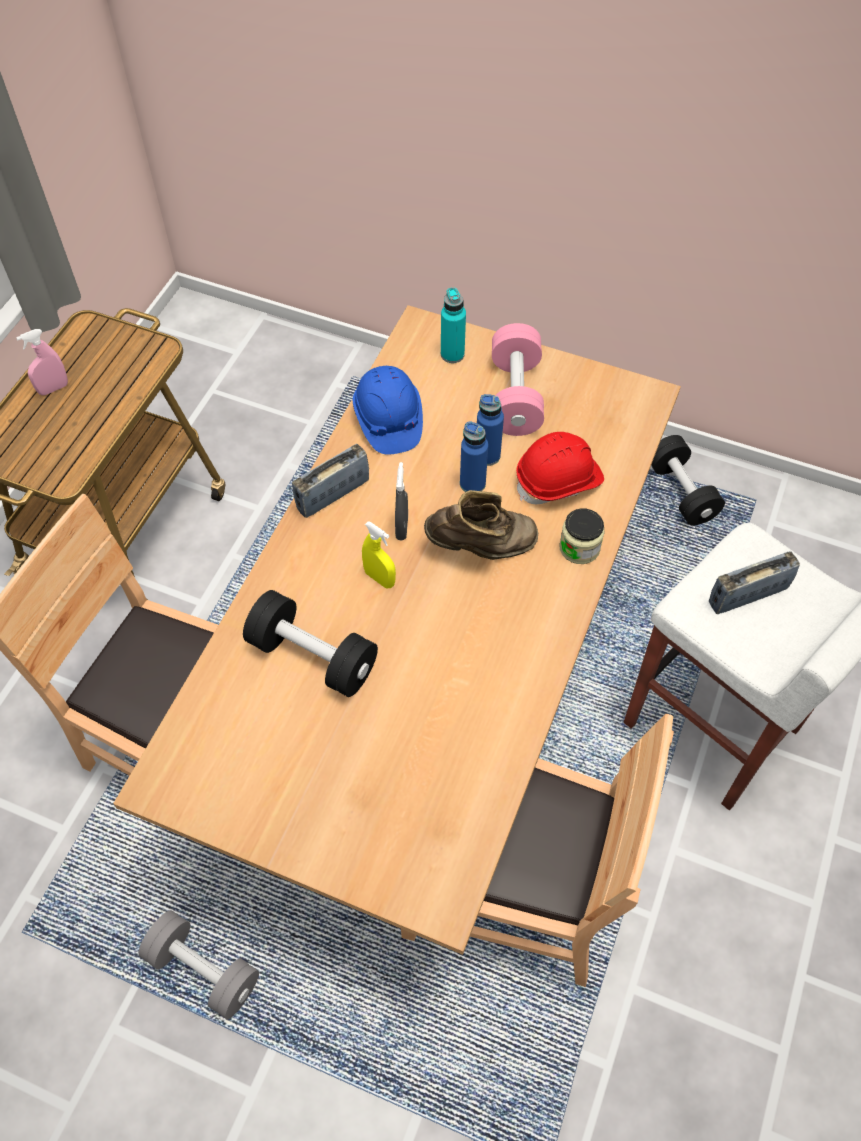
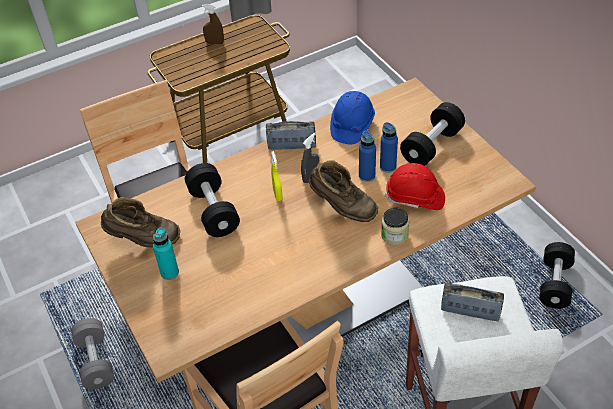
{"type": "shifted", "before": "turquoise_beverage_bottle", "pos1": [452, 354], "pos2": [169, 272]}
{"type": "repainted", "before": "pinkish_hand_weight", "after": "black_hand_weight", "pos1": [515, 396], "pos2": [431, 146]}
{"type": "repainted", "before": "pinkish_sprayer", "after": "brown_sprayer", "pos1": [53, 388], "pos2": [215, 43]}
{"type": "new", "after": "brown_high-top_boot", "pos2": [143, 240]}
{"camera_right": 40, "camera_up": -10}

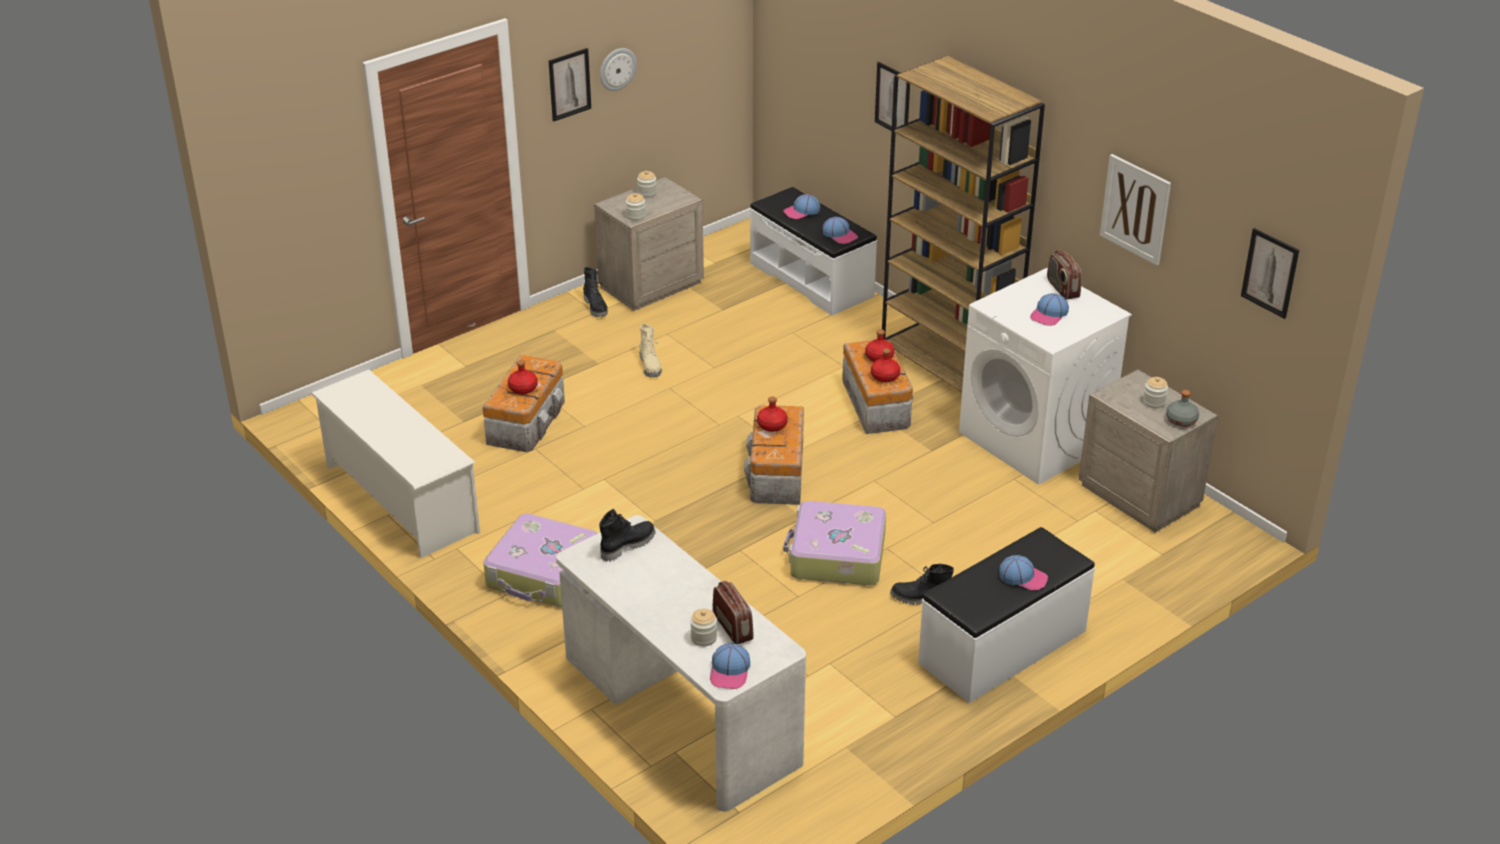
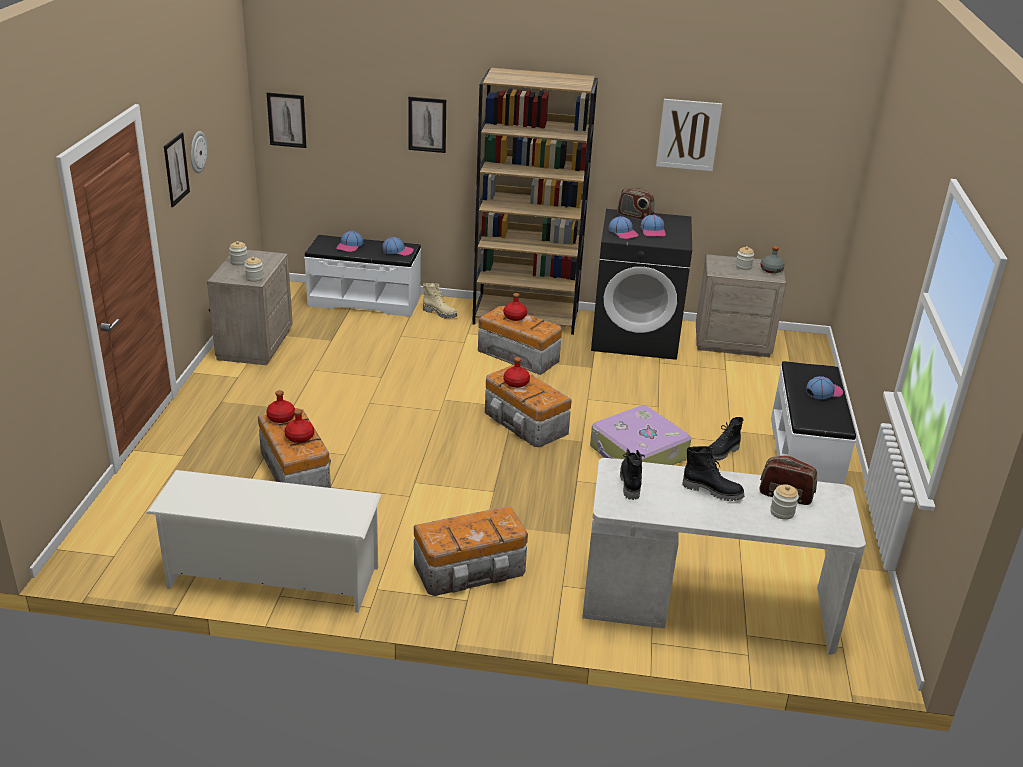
{"type": "shifted", "before": "wall_art", "pos1": [1270, 273], "pos2": [287, 120]}
{"type": "shifted", "before": "black_high-top_boot", "pos1": [596, 307], "pos2": [712, 491]}
{"type": "repainted", "before": "whitish_laundry_appliance", "after": "black_laundry_appliance", "pos1": [1036, 439], "pos2": [635, 336]}
{"type": "shifted", "before": "beige-coloured_high-top_boot", "pos1": [650, 366], "pos2": [440, 313]}
{"type": "shifted", "before": "reddish_beverage_bottle", "pos1": [884, 376], "pos2": [281, 418]}
{"type": "swapped", "before": "piece_of_luggage", "after": "storage_container", "pos1": [543, 573], "pos2": [471, 569]}
{"type": "shifted", "before": "cap", "pos1": [730, 671], "pos2": [623, 233]}
{"camera_right": -45, "camera_up": -5}

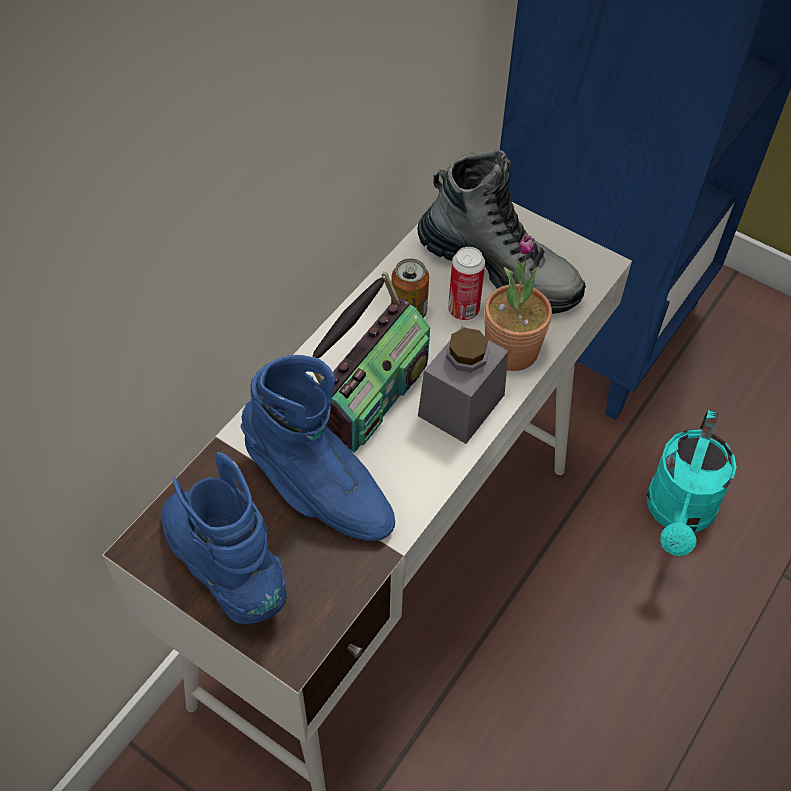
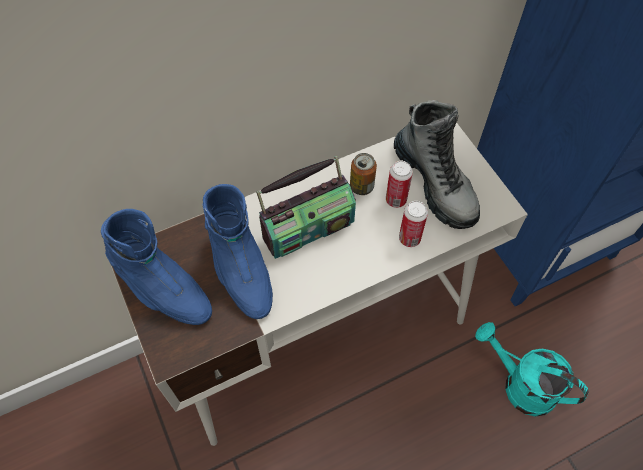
{"type": "swapped", "before": "houseplant", "after": "can", "pos1": [511, 350], "pos2": [409, 238]}
{"type": "gone", "before": "greyish_jar", "pos1": [461, 405]}
{"type": "rotated", "before": "turquoise_watering_pot", "pos1": [678, 514], "pos2": [520, 385], "turn": 75}
{"type": "rotated", "before": "blue_high-top_boot", "pos1": [226, 566], "pos2": [163, 291], "turn": 135}
{"camera_right": 30, "camera_up": 5}

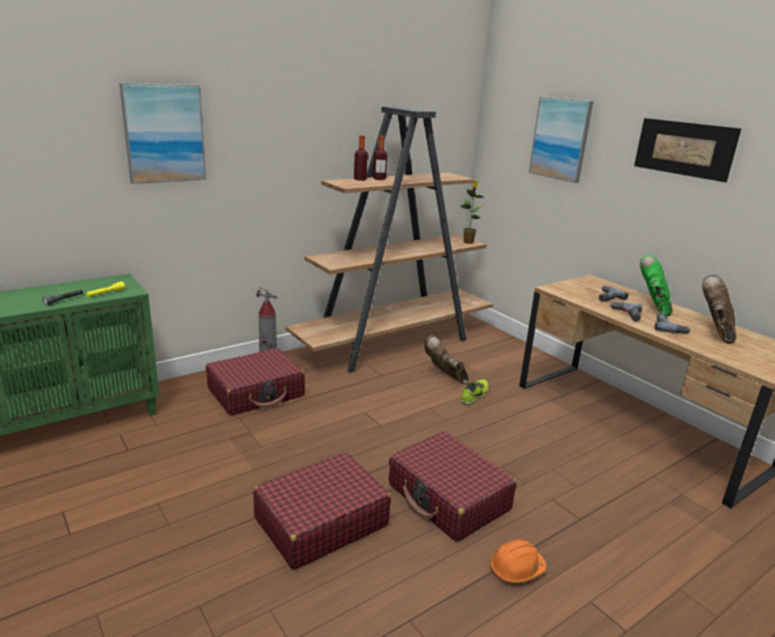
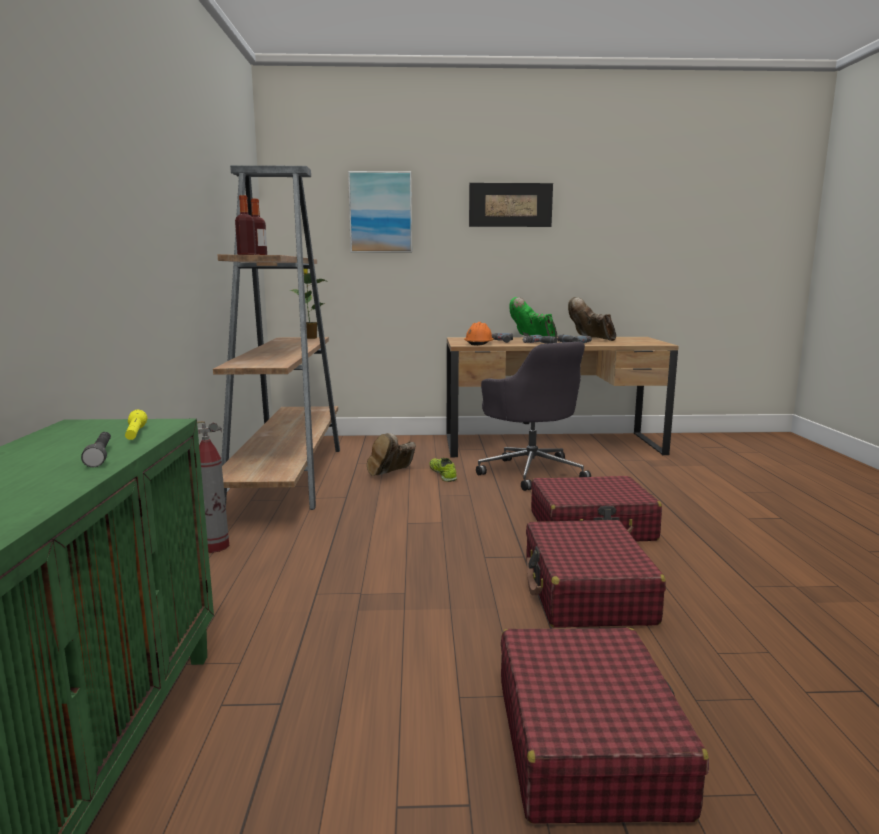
{"type": "gone", "before": "wall_art", "pos1": [164, 133]}
{"type": "rotated", "before": "brown_high-top_boot", "pos1": [445, 376], "pos2": [392, 475], "turn": -45}
{"type": "shifted", "before": "reddish_piece_of_luggage", "pos1": [256, 392], "pos2": [587, 743]}
{"type": "shifted", "before": "orange_hard_hat", "pos1": [516, 569], "pos2": [479, 344]}
{"type": "new", "after": "greyish_desk_chair", "pos2": [531, 471]}
{"camera_right": -55, "camera_up": -10}

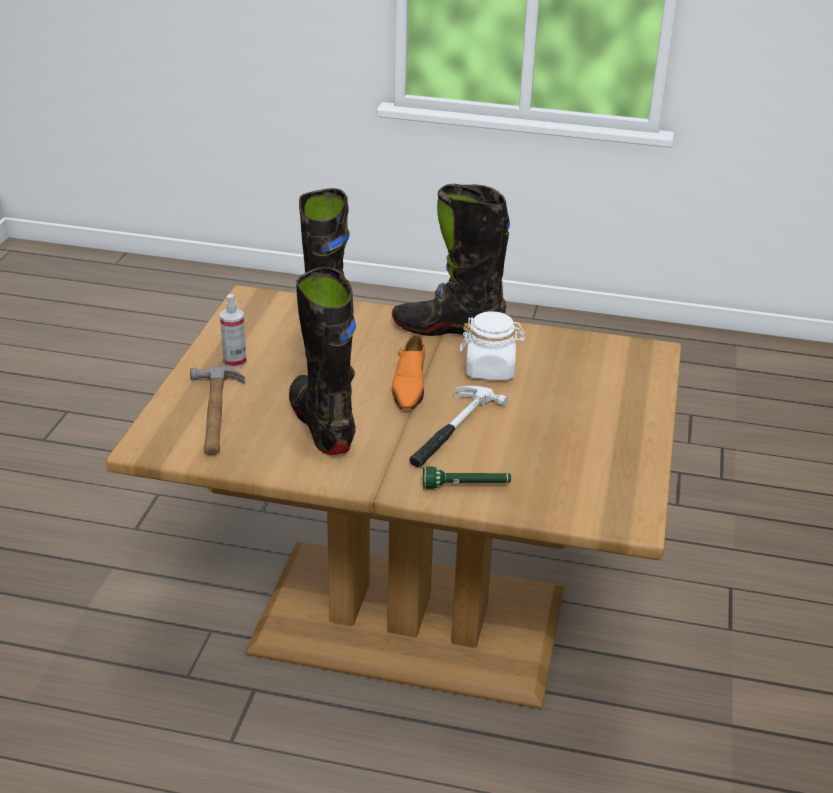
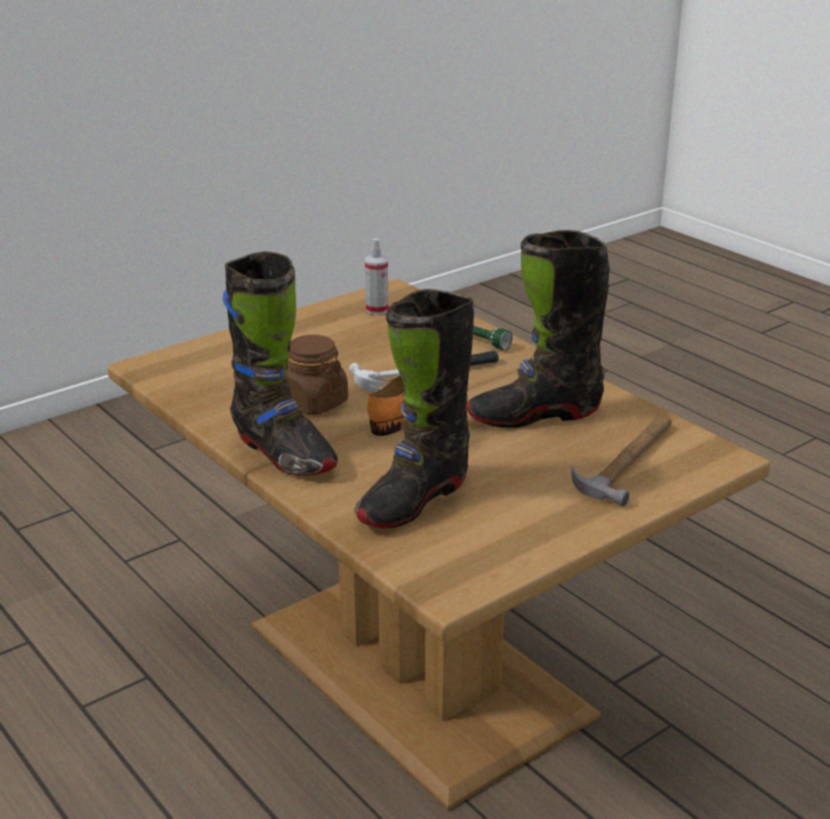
{"type": "rotated", "before": "black_high-top_boot", "pos1": [322, 425], "pos2": [534, 415], "turn": 60}
{"type": "shifted", "before": "sprayer", "pos1": [235, 362], "pos2": [377, 310]}
{"type": "repainted", "before": "whitish_jar", "after": "brown_jar", "pos1": [490, 370], "pos2": [313, 402]}
{"camera_right": -140, "camera_up": -5}

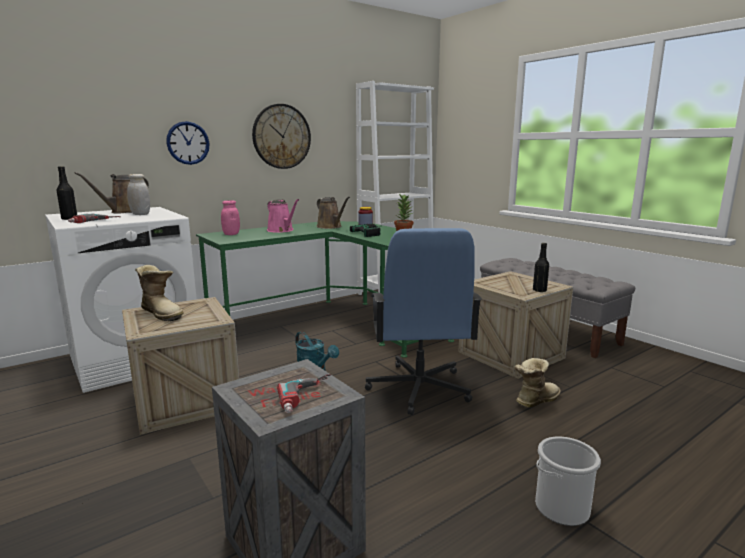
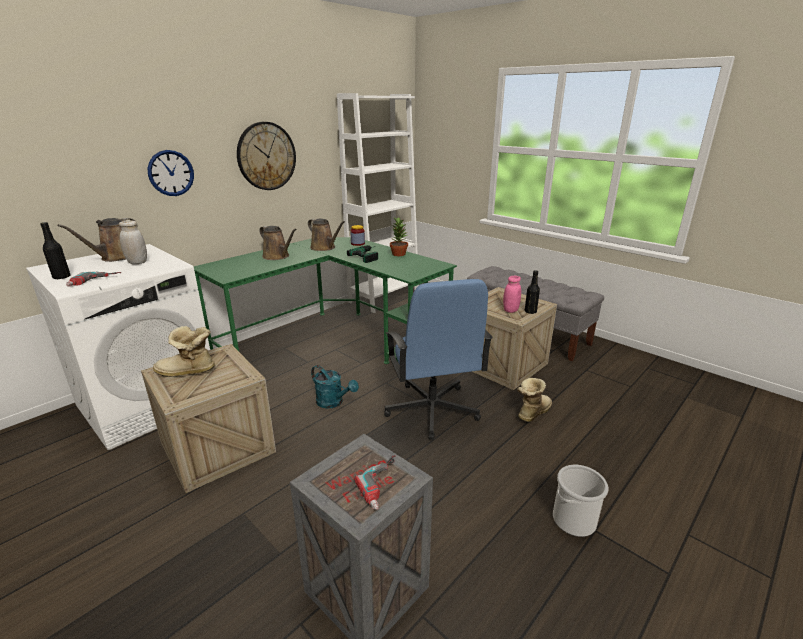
{"type": "repainted", "before": "pinkish_watering_pot", "after": "brown_watering_pot", "pos1": [281, 230], "pos2": [277, 256]}
{"type": "shifted", "before": "pinkish_jar", "pos1": [231, 234], "pos2": [510, 310]}
{"type": "rotated", "before": "high-top_boot", "pos1": [162, 313], "pos2": [187, 372], "turn": 150}
{"camera_right": -10, "camera_up": 10}

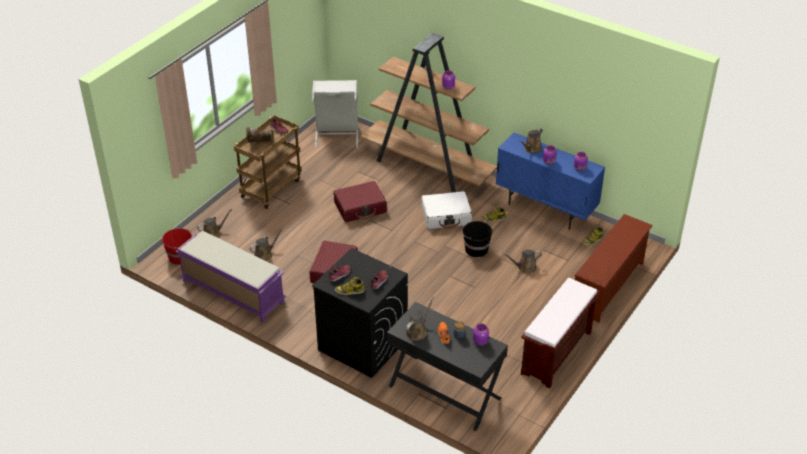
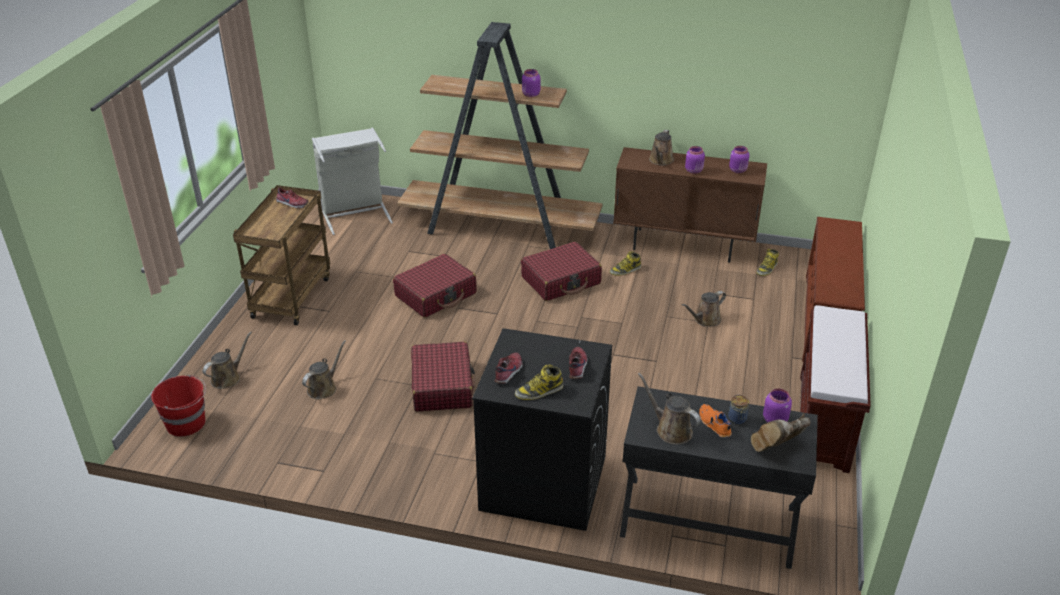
{"type": "shifted", "before": "brown_high-top_boot", "pos1": [259, 144], "pos2": [777, 448]}
{"type": "repainted", "before": "blue_storage_cabinet", "after": "brown_storage_cabinet", "pos1": [545, 209], "pos2": [683, 246]}
{"type": "repainted", "before": "whitish_piece_of_luggage", "after": "reddish_piece_of_luggage", "pos1": [446, 216], "pos2": [561, 280]}
{"type": "gone", "before": "black_pail", "pos1": [475, 249]}
{"type": "gone", "before": "purplish_bench", "pos1": [232, 291]}
{"type": "rotated", "before": "brown_watering_pot", "pos1": [417, 331], "pos2": [671, 429], "turn": -60}
{"camera_right": -20, "camera_up": -5}

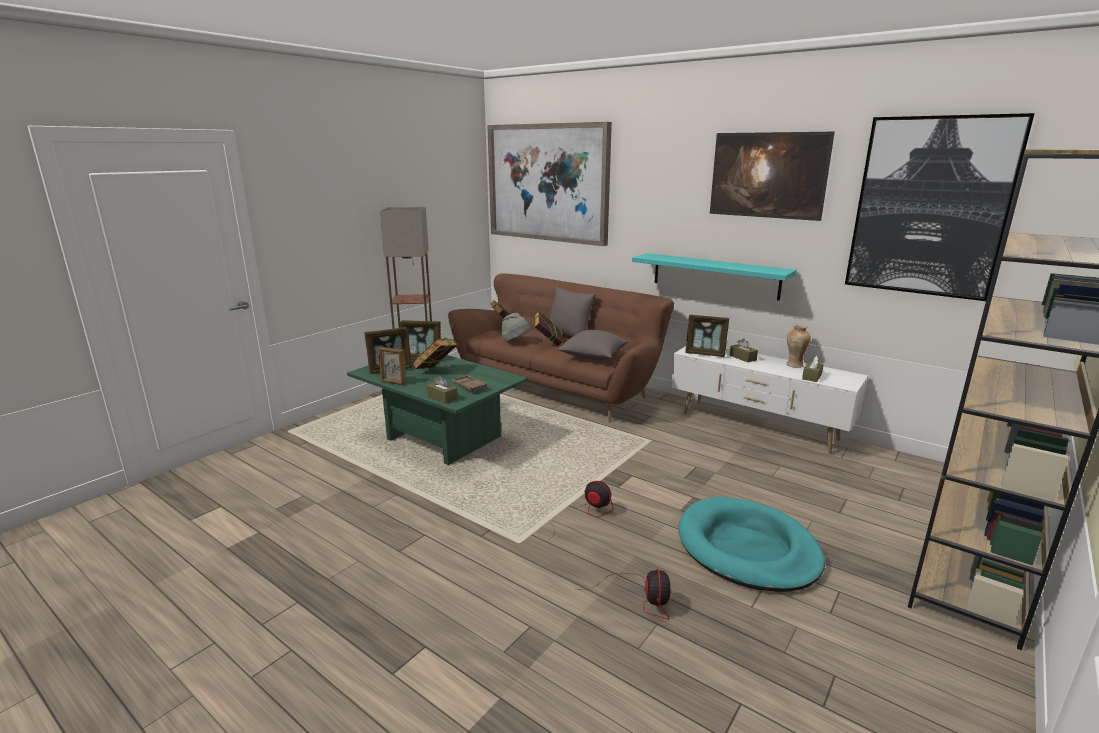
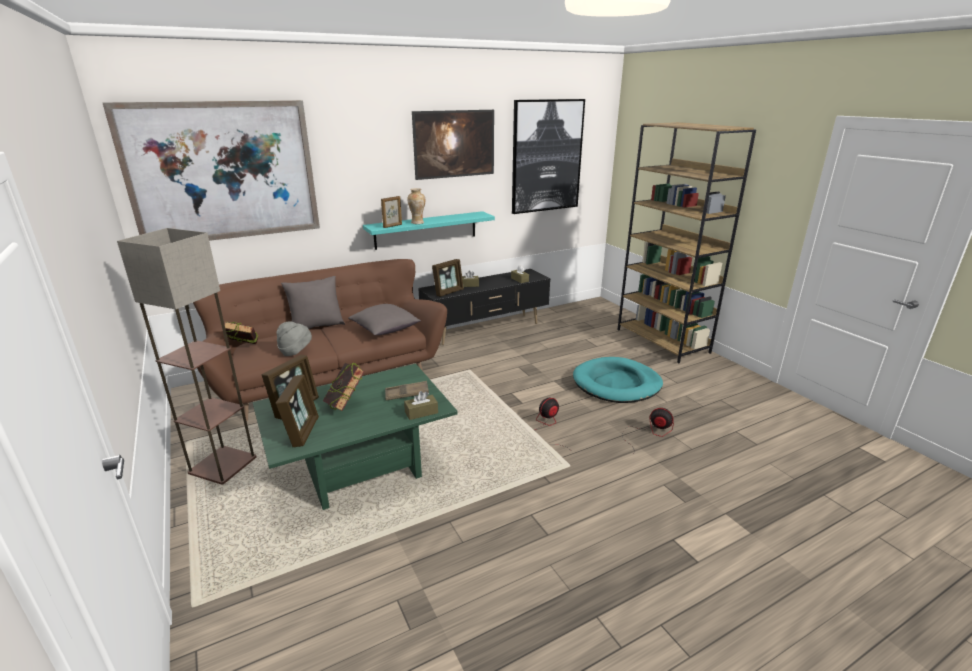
{"type": "gone", "before": "bound_book", "pos1": [548, 344]}
{"type": "shifted", "before": "decorative_vase", "pos1": [794, 365], "pos2": [417, 223]}
{"type": "shifted", "before": "picture_frame", "pos1": [393, 383], "pos2": [392, 226]}
{"type": "repainted", "before": "whitish_tv_stand", "after": "black_tv_stand", "pos1": [758, 427], "pos2": [486, 329]}
{"camera_right": -65, "camera_up": 5}

